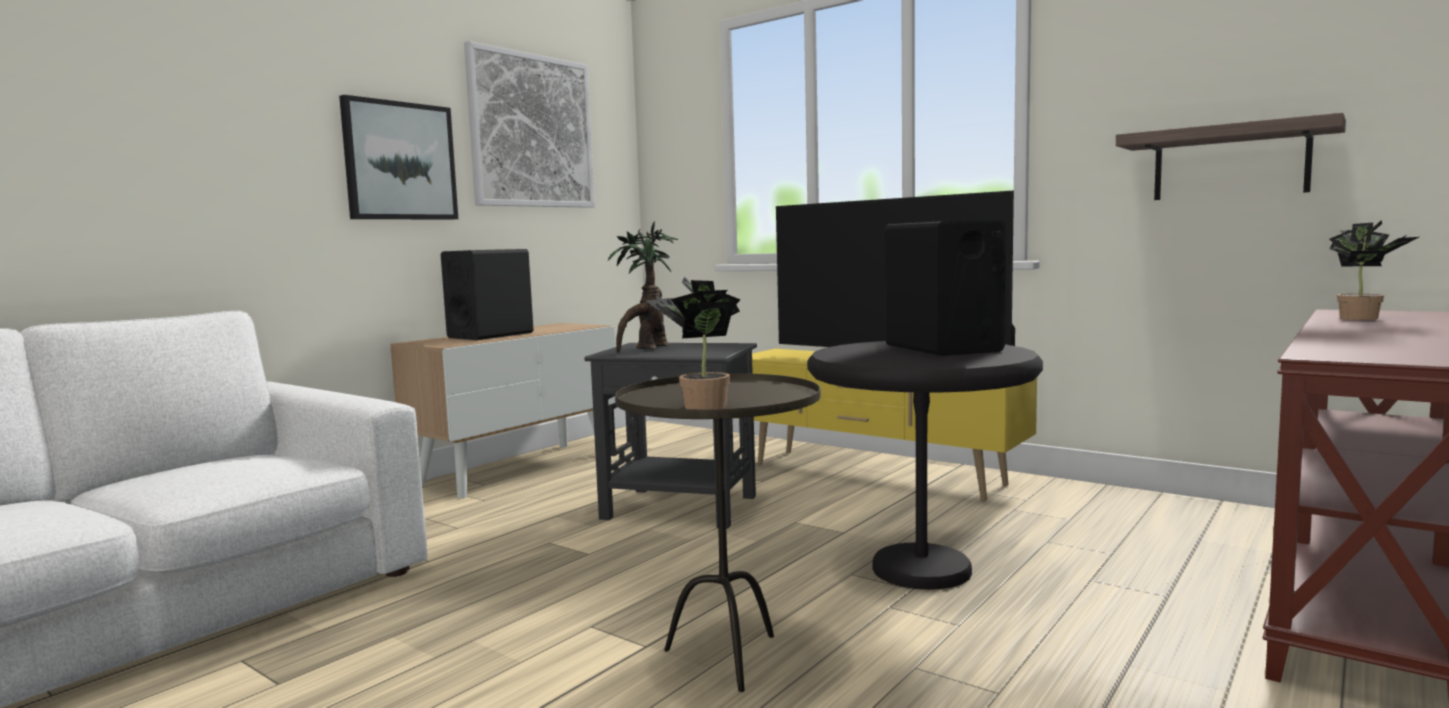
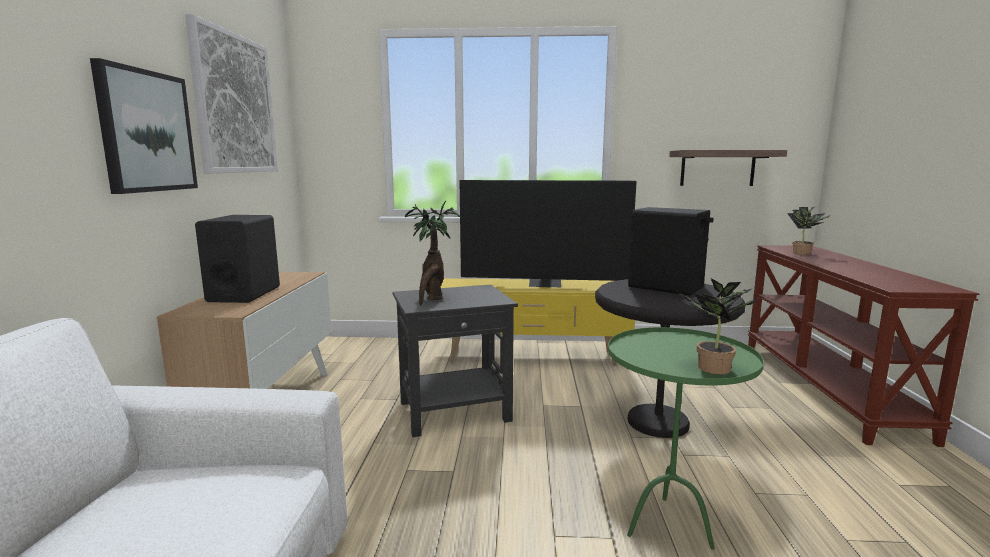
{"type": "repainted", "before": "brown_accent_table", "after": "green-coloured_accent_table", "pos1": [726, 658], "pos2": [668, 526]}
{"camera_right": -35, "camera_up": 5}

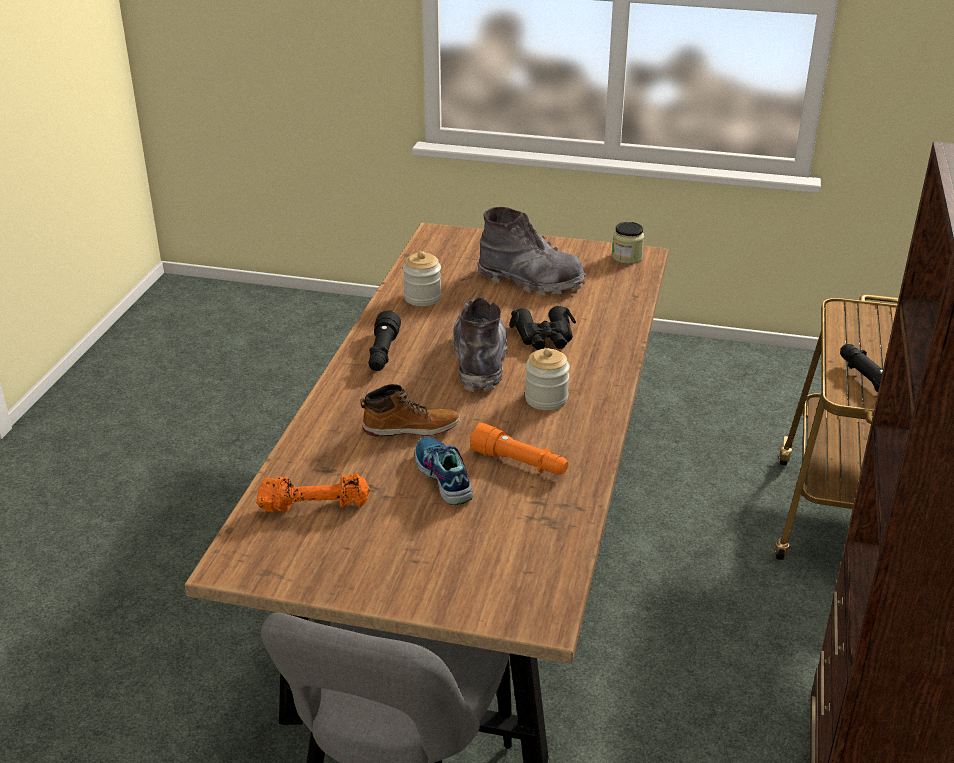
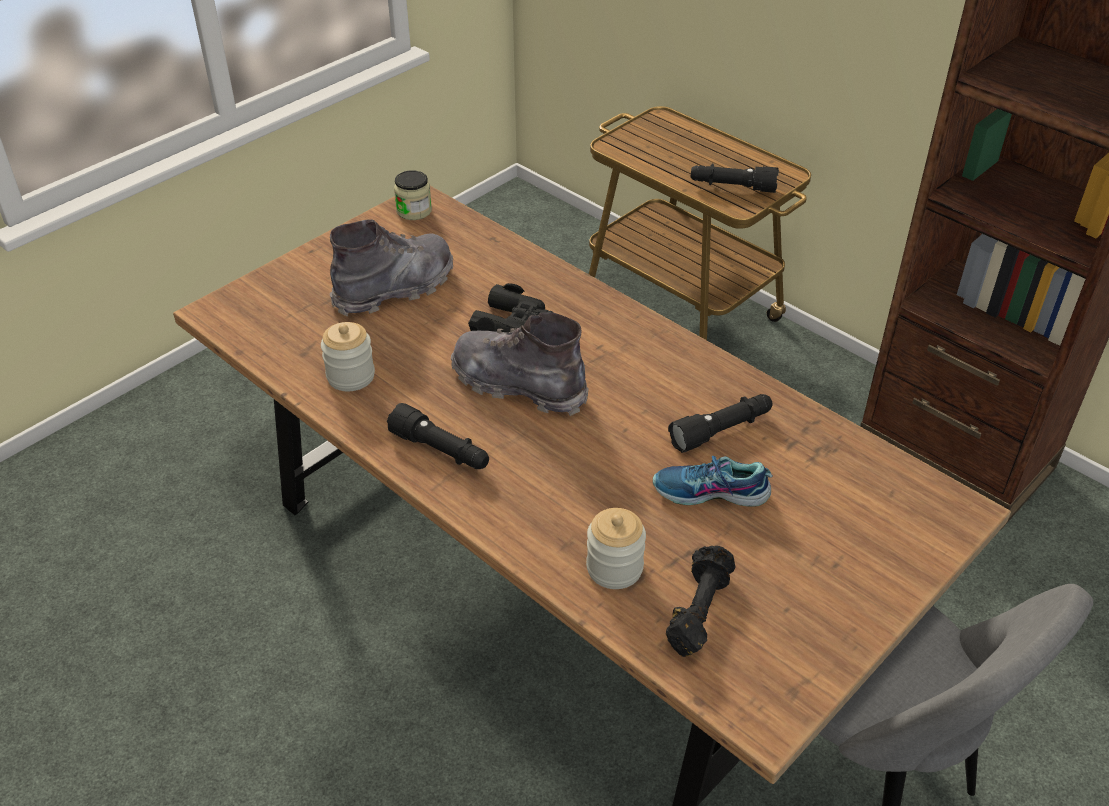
{"type": "shifted", "before": "jar", "pos1": [546, 399], "pos2": [614, 568]}
{"type": "gone", "before": "high-top_boot", "pos1": [411, 428]}
{"type": "repainted", "before": "orange_torch", "after": "black_torch", "pos1": [520, 463], "pos2": [721, 430]}
{"type": "repainted", "before": "orange_hand_weight", "after": "black_hand_weight", "pos1": [314, 506], "pos2": [697, 610]}
{"camera_right": -60, "camera_up": 10}

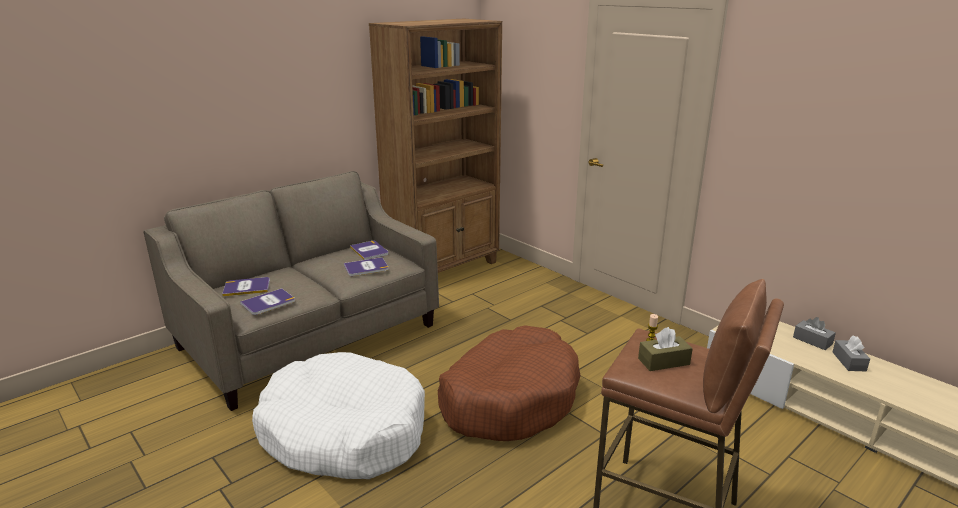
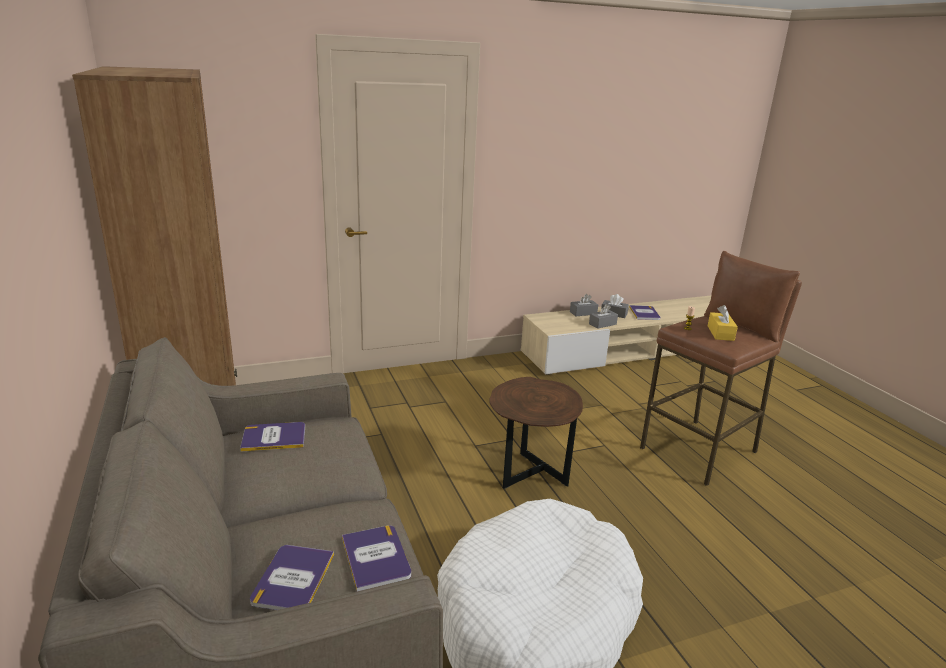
{"type": "shifted", "before": "bound_book", "pos1": [366, 267], "pos2": [644, 313]}
{"type": "swapped", "before": "brown_dog_bed", "after": "brown_accent_table", "pos1": [509, 398], "pos2": [529, 477]}
{"type": "repainted", "before": "brown_box_of_tissues", "after": "yellowish_box_of_tissues", "pos1": [663, 361], "pos2": [720, 333]}
{"type": "new", "after": "greyish_box_of_tissues", "pos2": [602, 324]}
{"camera_right": -70, "camera_up": 0}

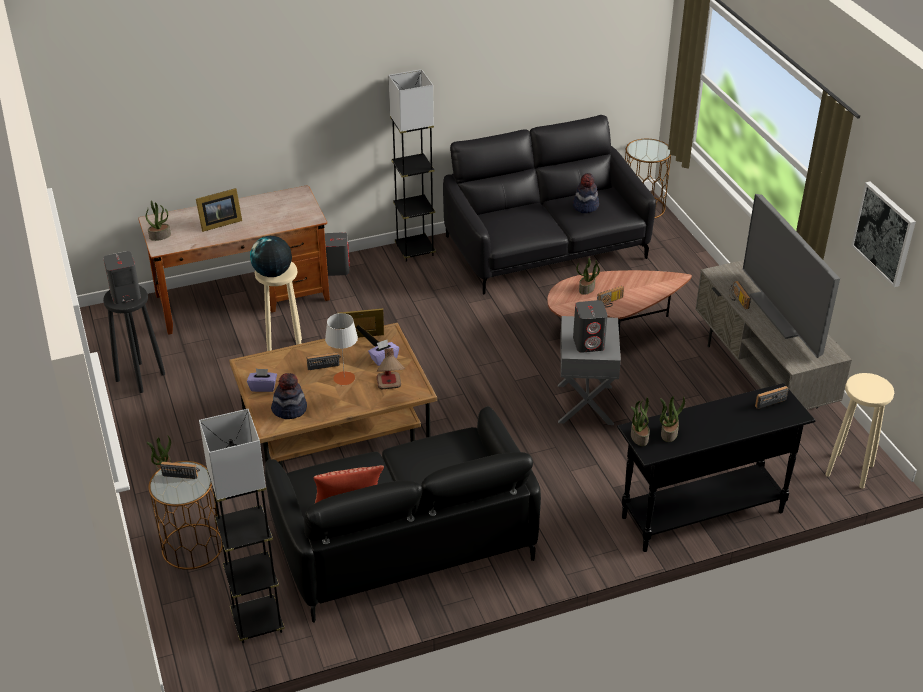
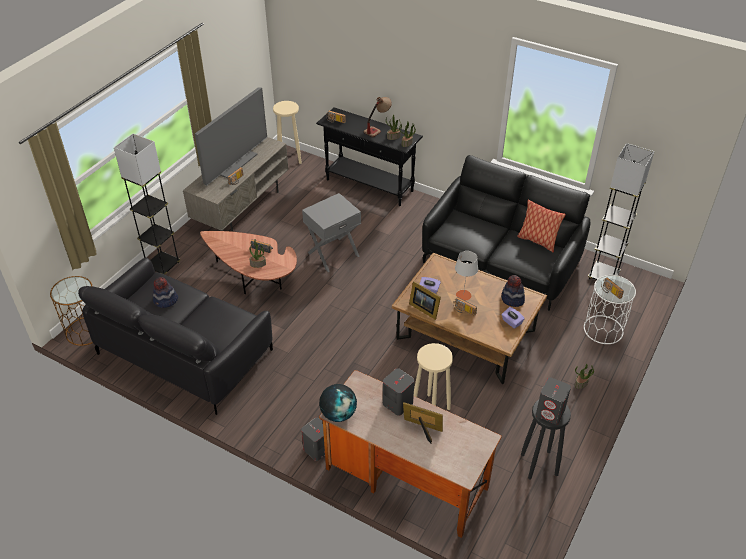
{"type": "shifted", "before": "greyish_floor_lamp", "pos1": [415, 250], "pos2": [163, 266]}
{"type": "gone", "before": "wall_art", "pos1": [884, 233]}
{"type": "gone", "before": "houseplant", "pos1": [160, 236]}
{"type": "shifted", "before": "globe", "pos1": [272, 273], "pos2": [338, 414]}
{"type": "shifted", "before": "greyish_speaker", "pos1": [589, 343], "pos2": [397, 403]}
{"type": "shifted", "before": "lamp_for_a_table", "pos1": [390, 390], "pos2": [377, 128]}
{"type": "repainted", "before": "brown_accent_table", "after": "whitish_accent_table", "pos1": [192, 546], "pos2": [603, 330]}
{"camera_right": -130, "camera_up": 5}

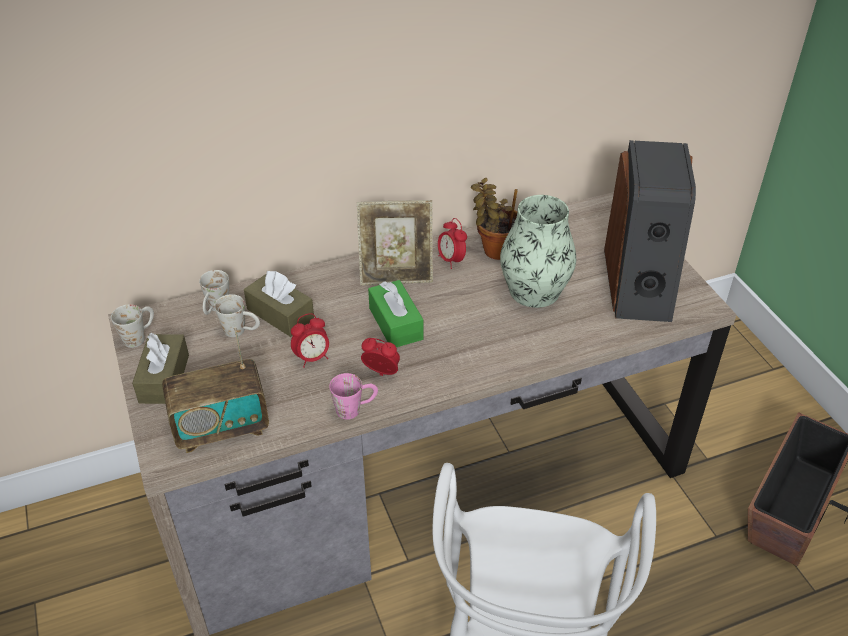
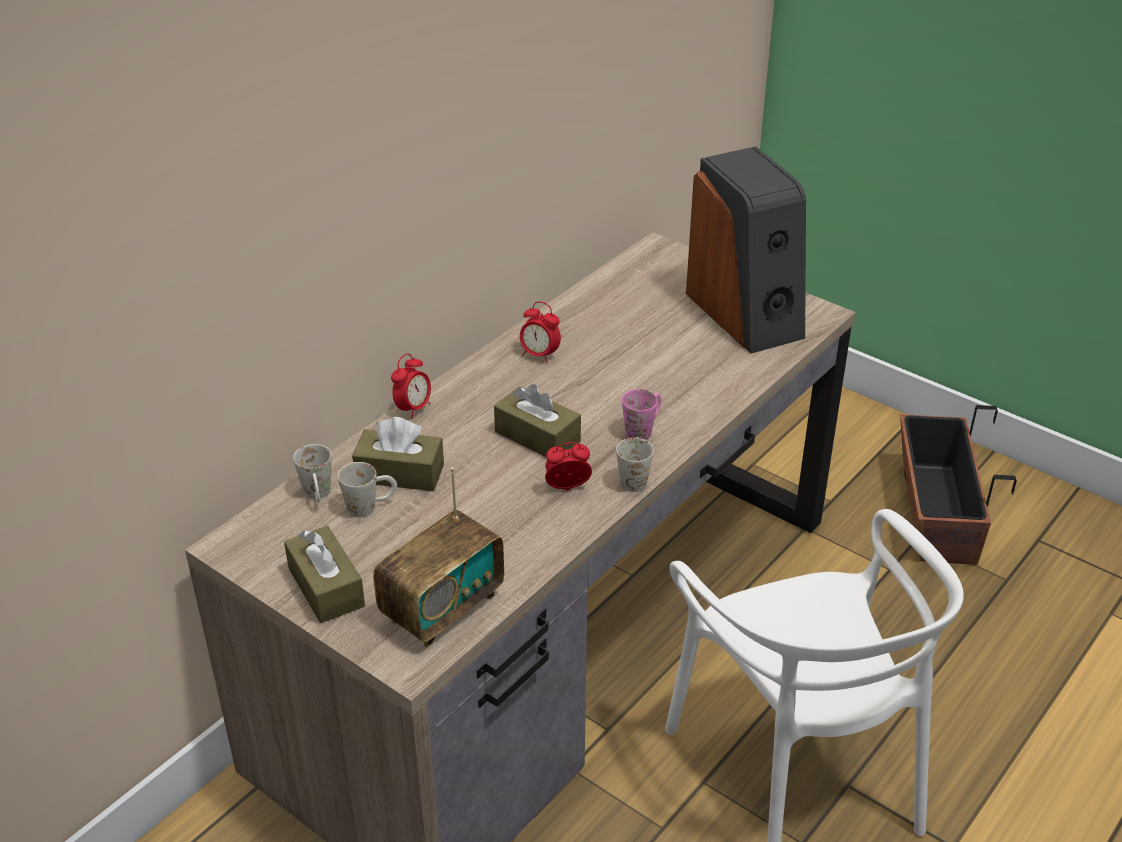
{"type": "gone", "before": "houseplant", "pos1": [494, 249]}
{"type": "gone", "before": "decorative_vase", "pos1": [534, 291]}
{"type": "gone", "before": "picture_frame", "pos1": [396, 275]}
{"type": "repainted", "before": "green-coloured_box_of_tissues", "after": "brown_box_of_tissues", "pos1": [395, 324], "pos2": [537, 437]}
{"type": "shifted", "before": "whitish_tea_mug", "pos1": [139, 336], "pos2": [633, 477]}
{"type": "shifted", "before": "alarm_clock", "pos1": [312, 358], "pos2": [413, 409]}
{"type": "shifted", "before": "pinkish_tea_mug", "pos1": [355, 408], "pos2": [643, 428]}
{"camera_right": -30, "camera_up": -5}

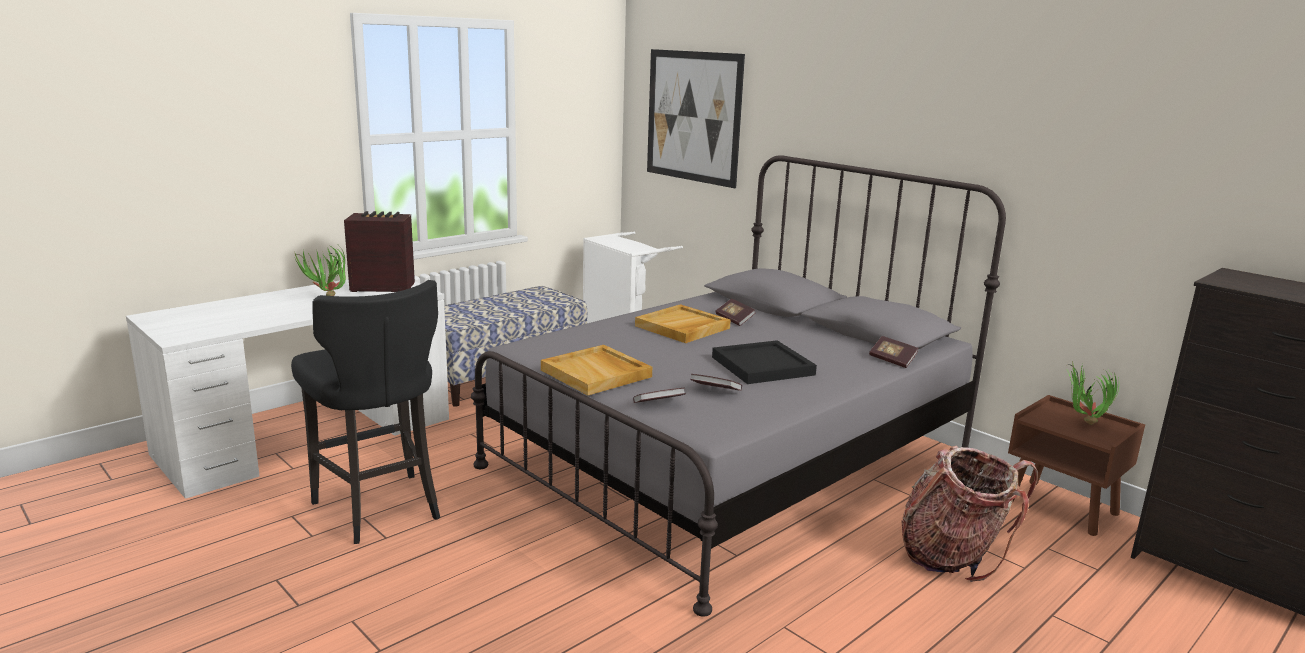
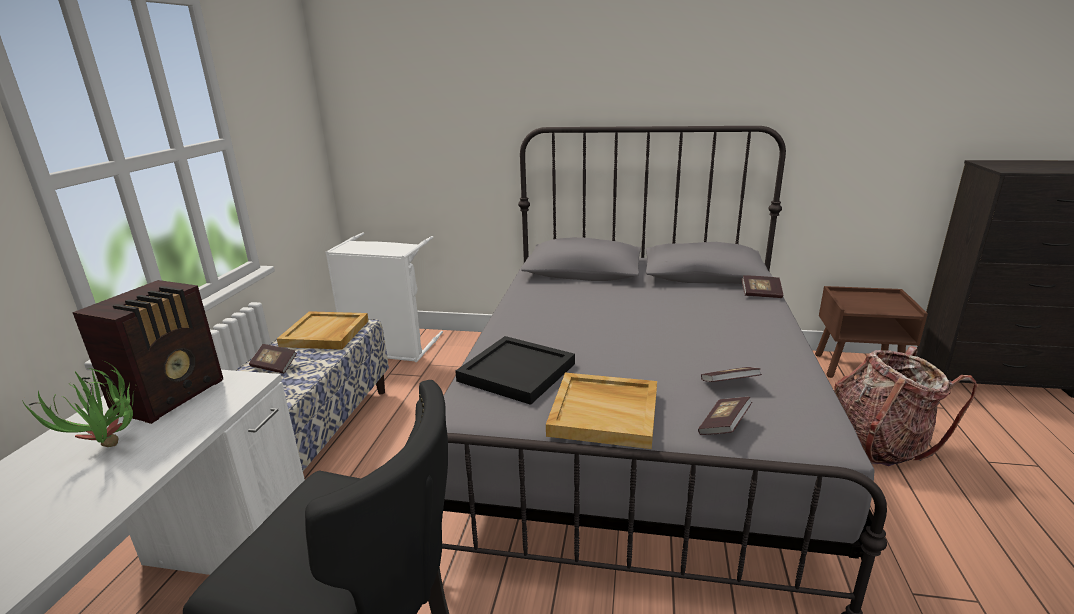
{"type": "gone", "before": "wall_art", "pos1": [693, 116]}
{"type": "rotated", "before": "radio", "pos1": [381, 287], "pos2": [173, 395], "turn": 150}
{"type": "shifted", "before": "bound_book", "pos1": [734, 320], "pos2": [274, 366]}
{"type": "shifted", "before": "beige-coloured_tray", "pos1": [682, 327], "pos2": [325, 333]}
{"type": "shifted", "before": "black_tray", "pos1": [761, 366], "pos2": [515, 372]}
{"type": "gone", "before": "houseplant", "pos1": [1083, 424]}
{"camera_right": -35, "camera_up": 5}

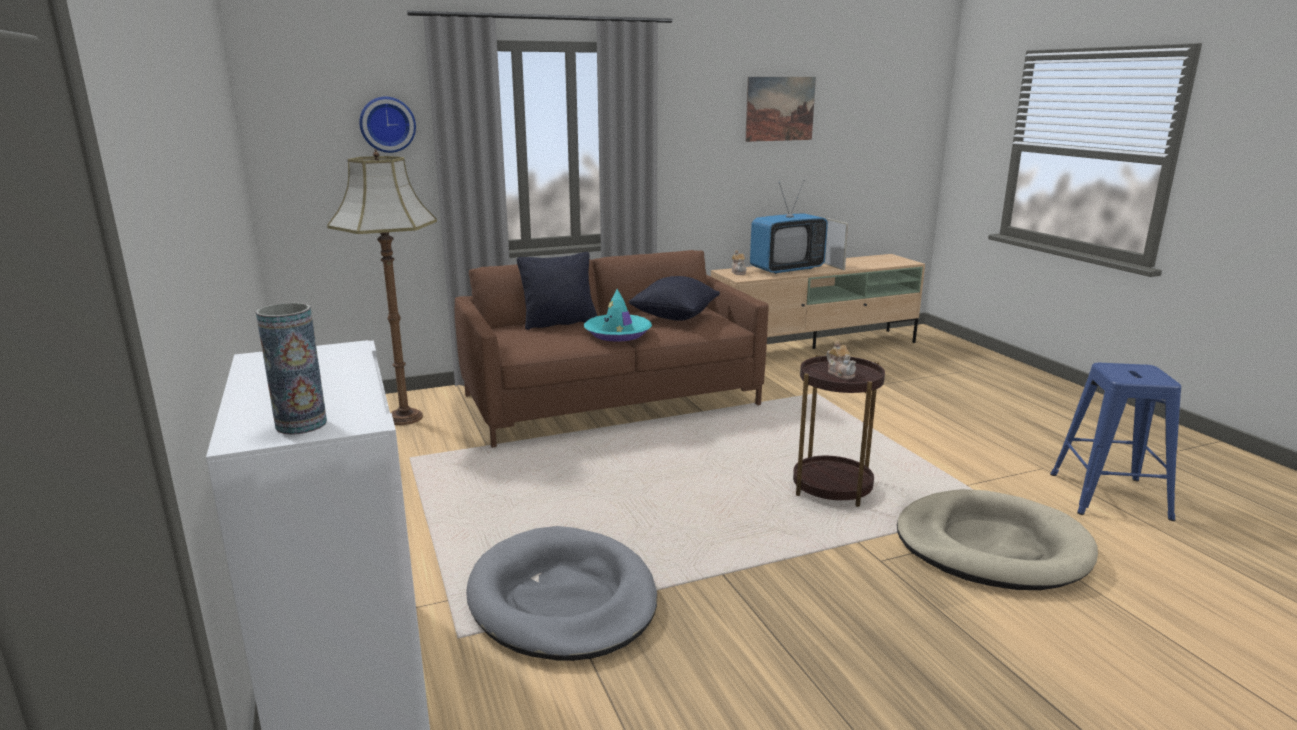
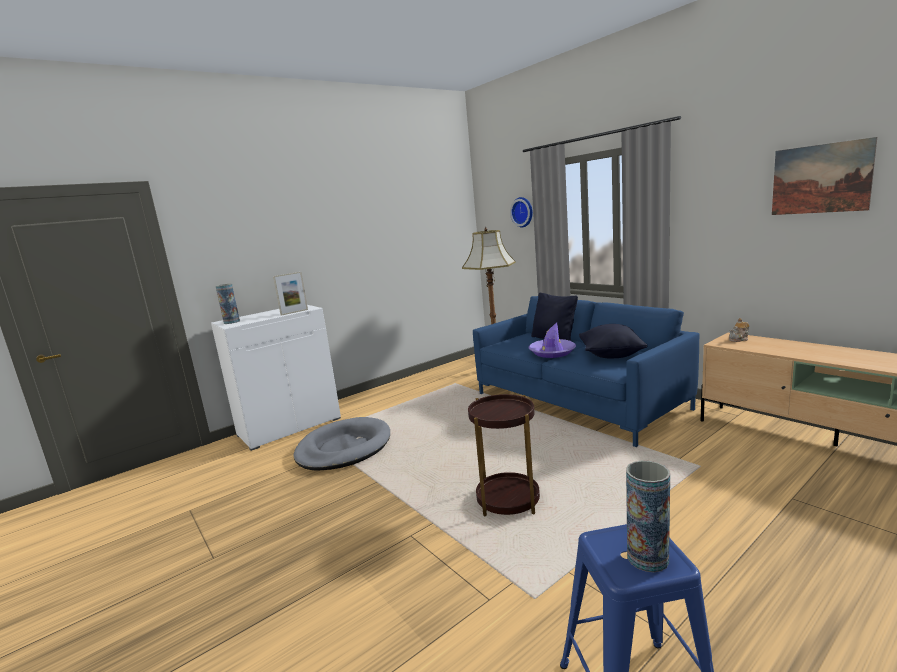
{"type": "gone", "before": "television", "pos1": [786, 269]}
{"type": "shifted", "before": "picture_frame", "pos1": [834, 266], "pos2": [294, 312]}
{"type": "repainted", "before": "brown_sofa", "after": "blue_sofa", "pos1": [611, 400], "pos2": [577, 401]}
{"type": "repainted", "before": "turquoise_clothing_hat", "after": "purplish_clothing_hat", "pos1": [618, 334], "pos2": [552, 352]}
{"type": "gone", "before": "teapot", "pos1": [841, 374]}
{"type": "gone", "before": "beige-coloured_dog_bed", "pos1": [991, 546]}
{"type": "new", "after": "decorative_vase", "pos2": [647, 558]}
{"camera_right": 75, "camera_up": -5}

